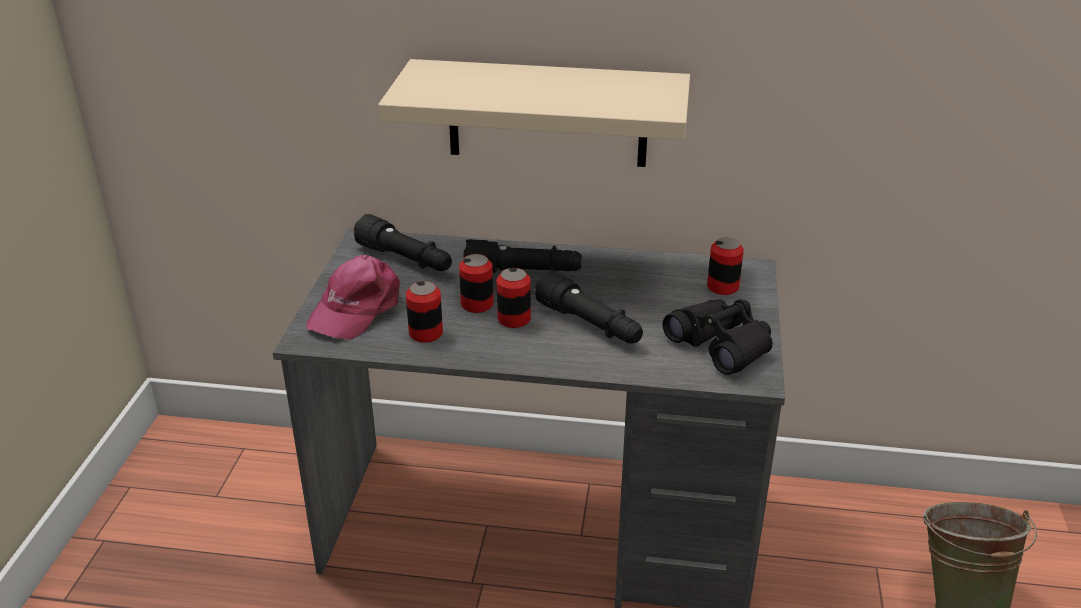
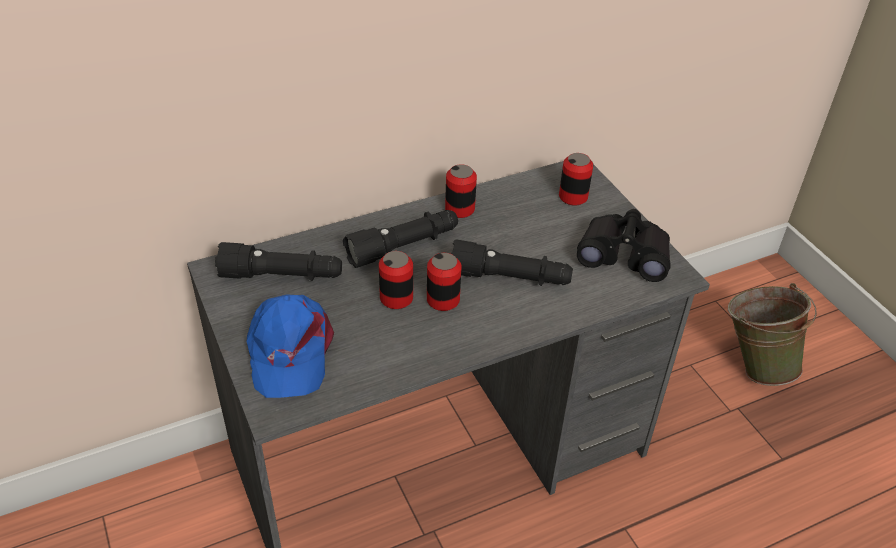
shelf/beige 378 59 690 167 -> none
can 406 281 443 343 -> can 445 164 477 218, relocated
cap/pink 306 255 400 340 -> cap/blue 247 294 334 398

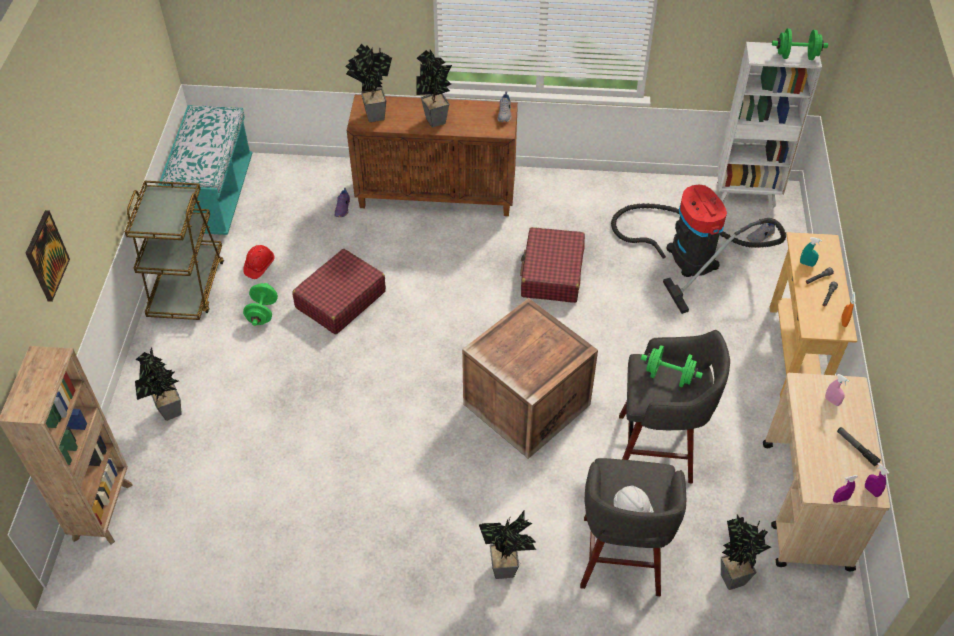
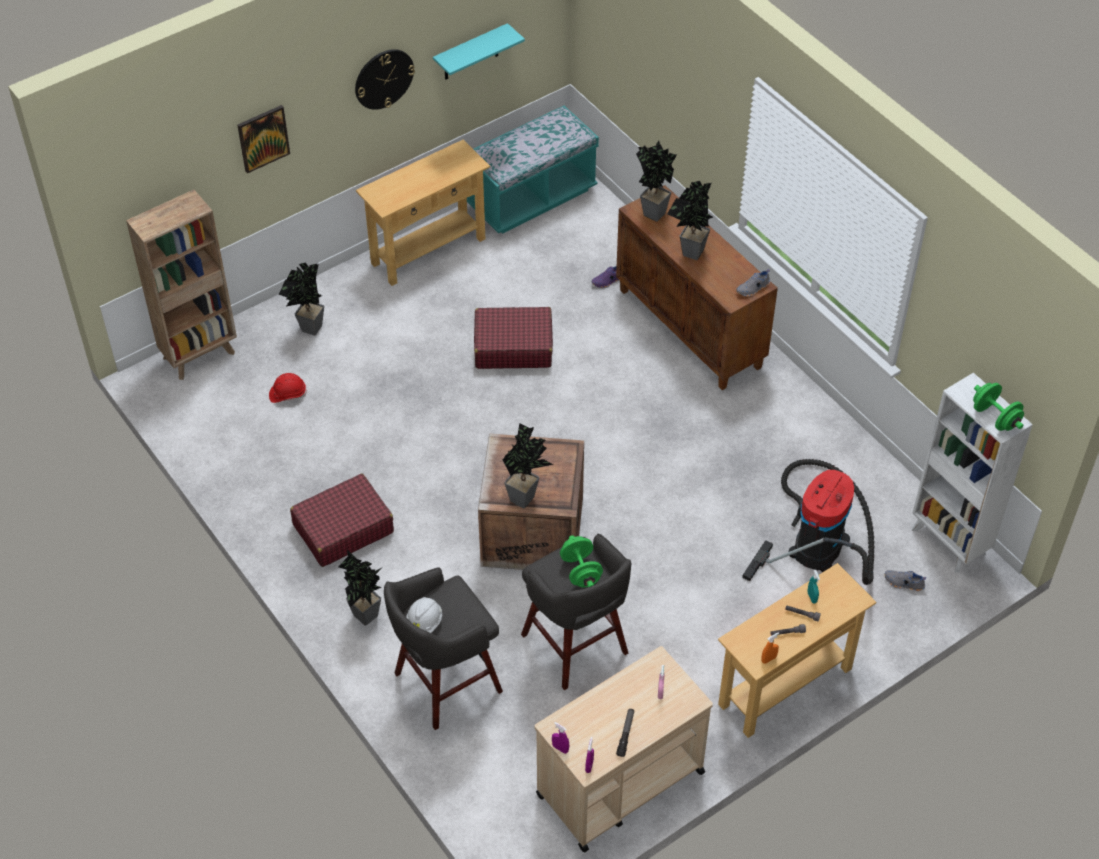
dumbbell/green 243 283 278 326 -> none
none -> wall clock 355 49 415 110
none -> shelf/turquoise 433 23 525 80
hard hat/red 243 245 274 279 -> hard hat/red 269 373 307 403, relocated
suitcase/red 520 227 585 303 -> suitcase/red 290 474 394 567, relocated
potted plant 721 514 771 590 -> potted plant 503 423 554 508, relocated
cart/brown 125 181 224 320 -> console table/beige 356 140 490 286

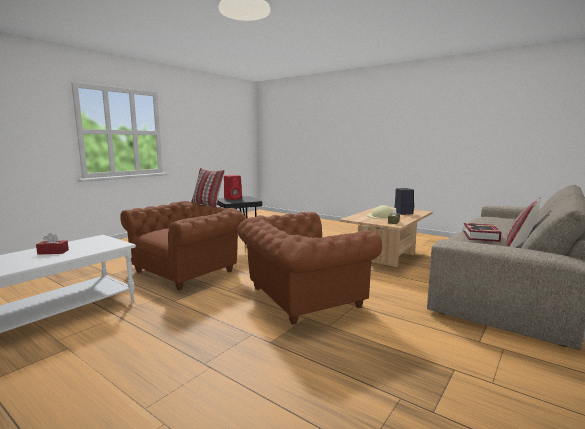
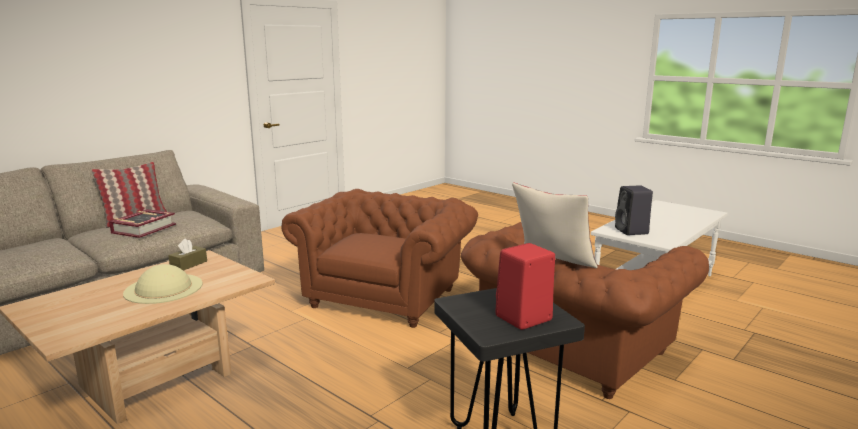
tissue box/red 36 233 69 255 -> none
speaker/black 394 188 414 215 -> speaker/black 615 186 653 235, relocated
armchair/brown 237 212 382 325 -> armchair/brown 282 189 478 328, 45 degrees counterclockwise

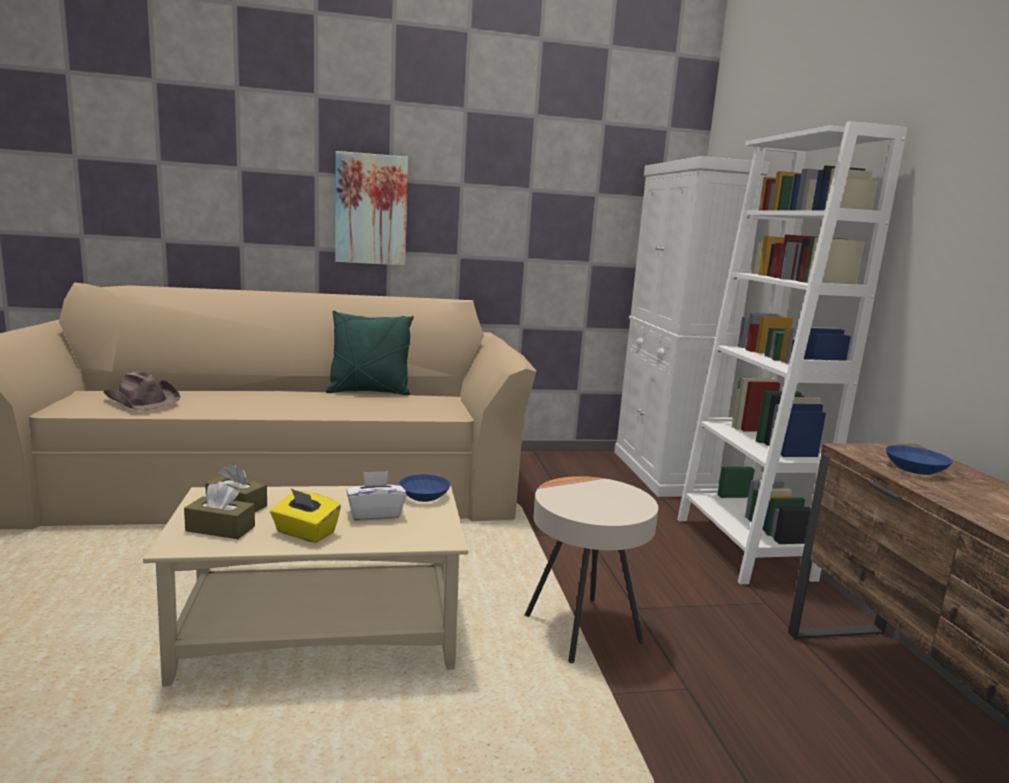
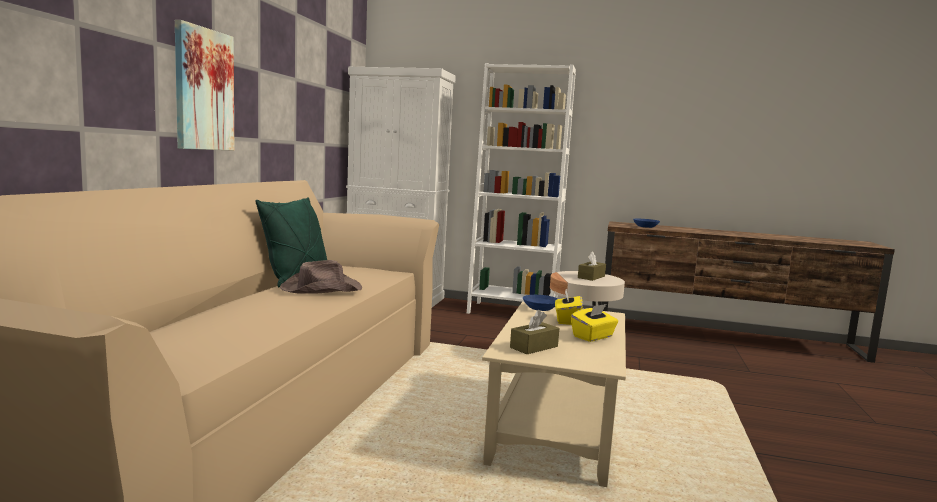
hat/brown 103 371 180 411 -> hat/brown 280 260 362 294, relocated
tissue box/brown 184 482 255 539 -> tissue box/brown 578 251 606 281, relocated
tissue box/white 346 471 406 521 -> tissue box/yellow 555 289 583 325

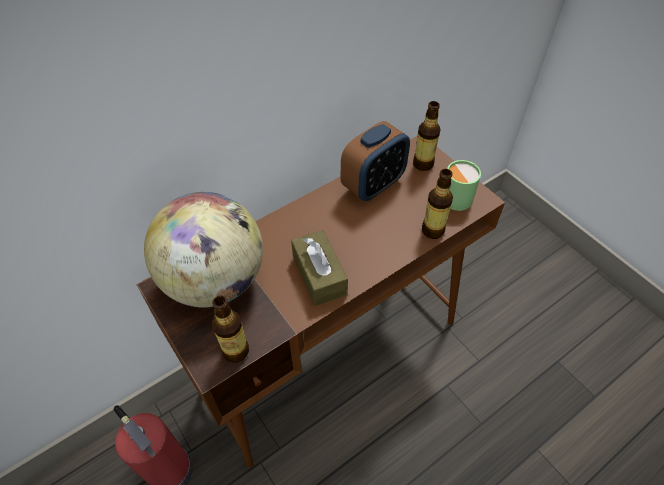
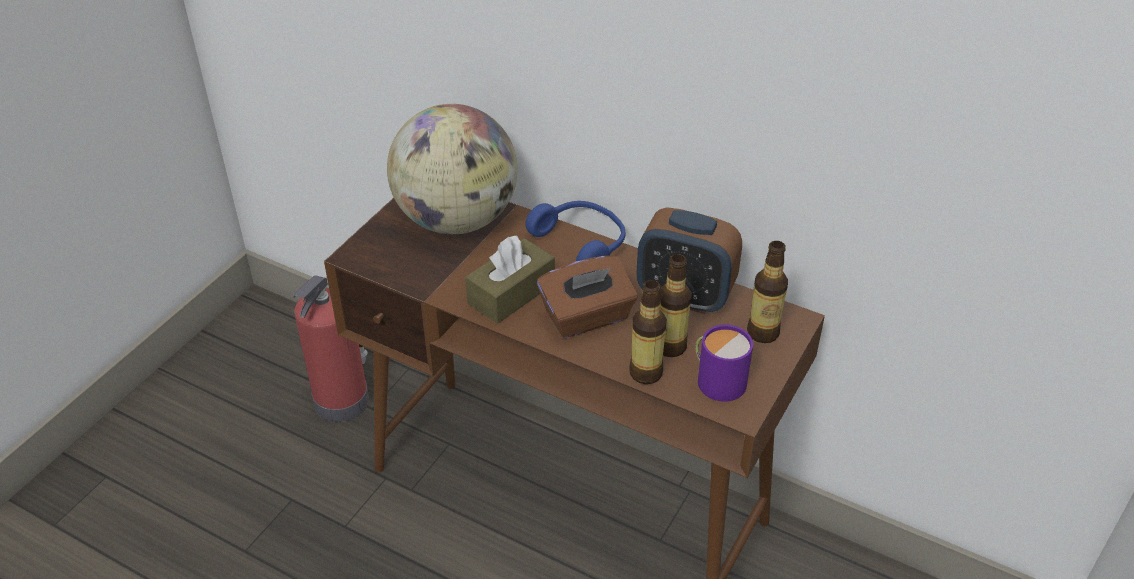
none -> headphones/blue 525 201 625 261
none -> tissue box/brown 537 256 638 338
bottle 212 295 249 363 -> bottle 660 254 692 357, relocated
mug/green 447 160 481 211 -> mug/purple 695 325 753 402

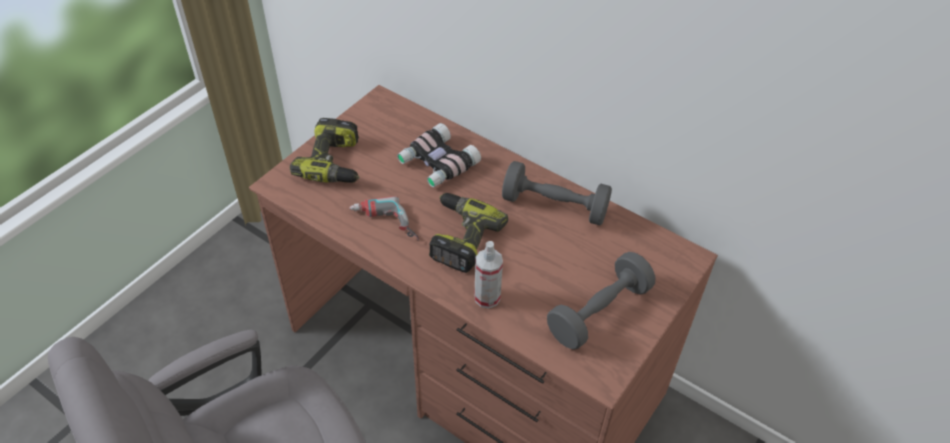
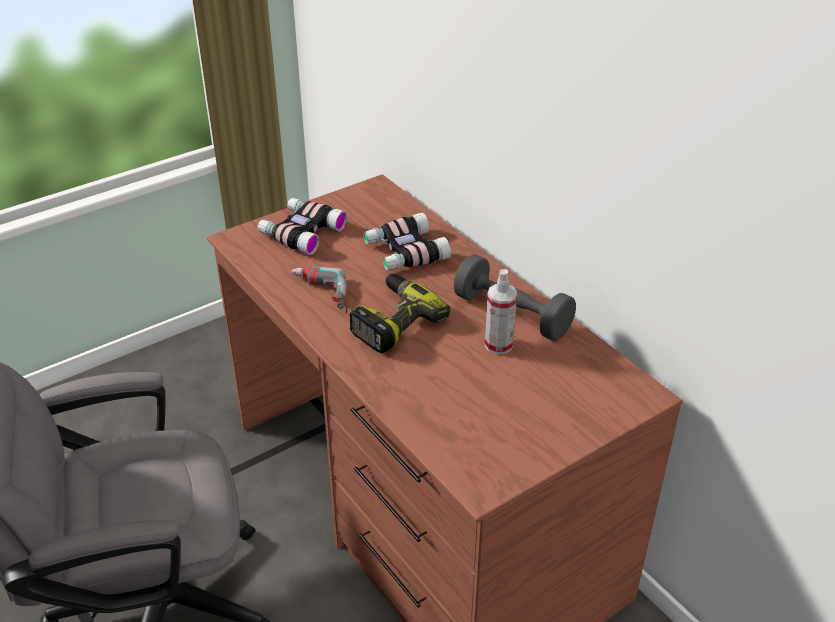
dumbbell/grey 547 252 655 350 -> none
spray bottle 474 241 503 308 -> spray bottle 485 269 517 355, relocated
power drill 290 118 360 183 -> binoculars 257 198 348 255

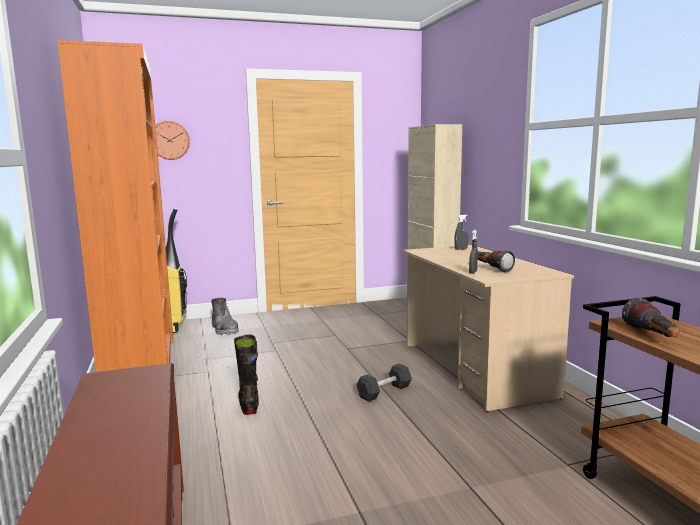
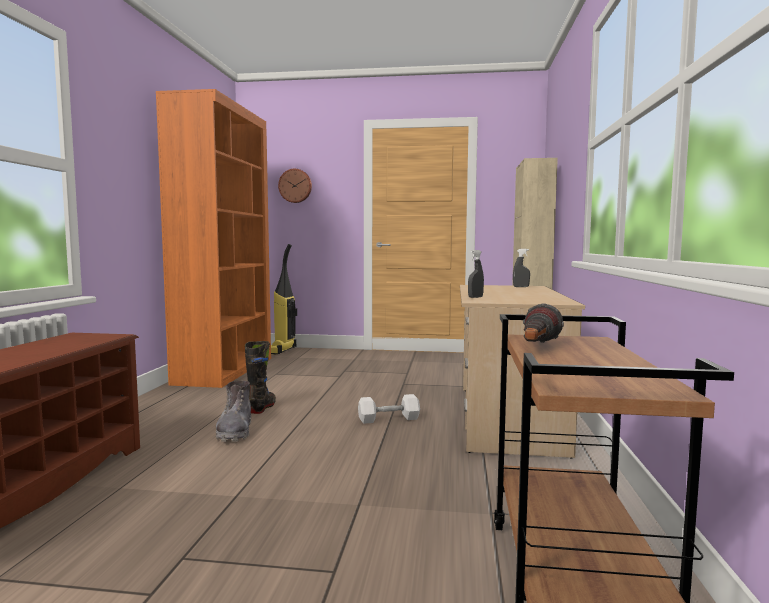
flashlight 478 250 515 273 -> none
boot/grey 211 298 239 335 -> boot/grey 215 381 251 442, relocated
dumbbell/black 357 363 412 402 -> dumbbell/white 358 394 420 424

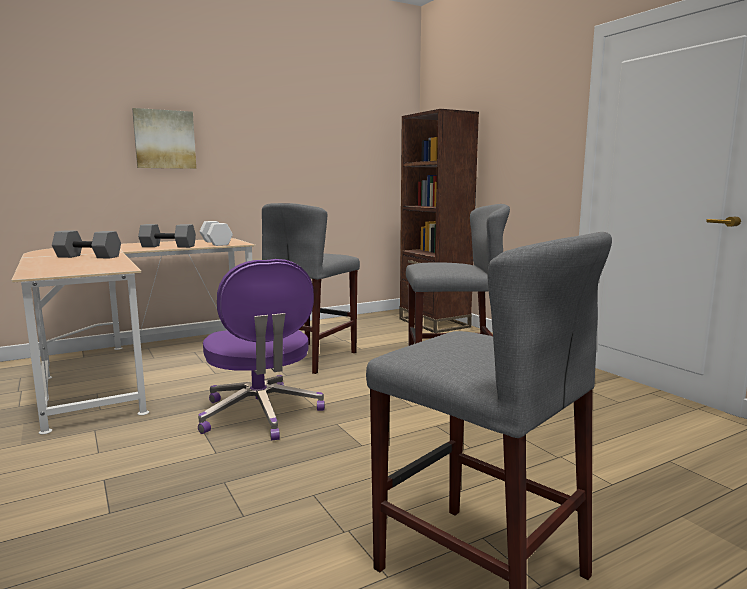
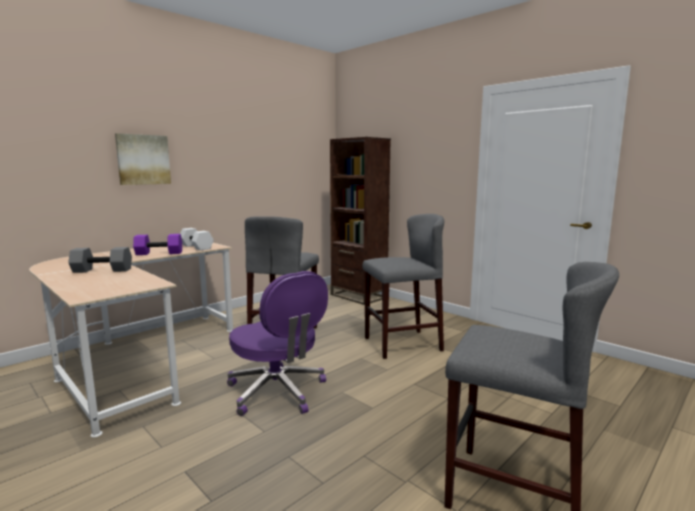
dumbbell/grey 138 224 196 248 -> dumbbell/purple 133 234 182 255

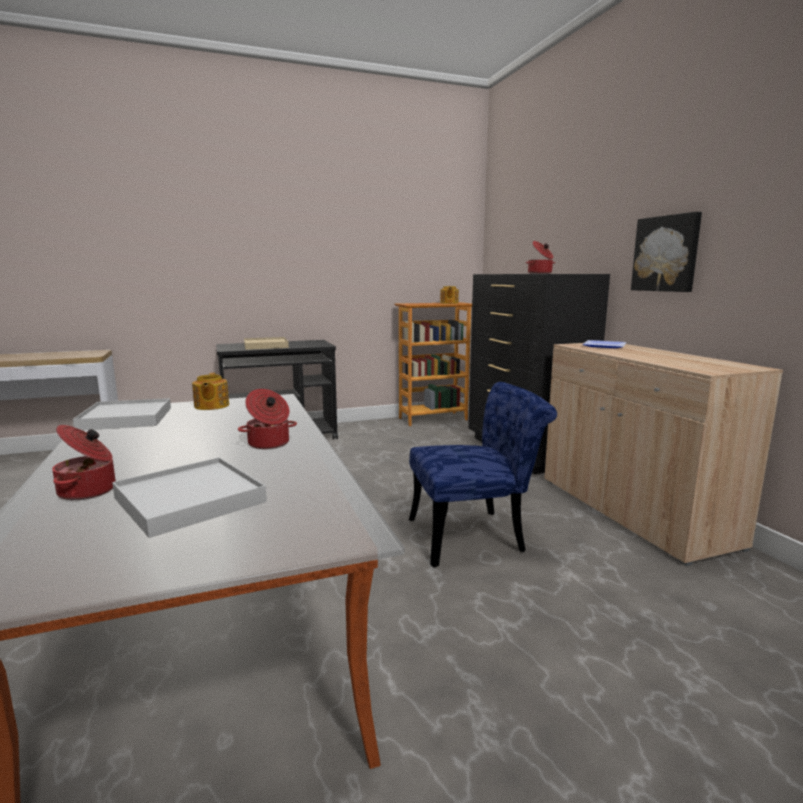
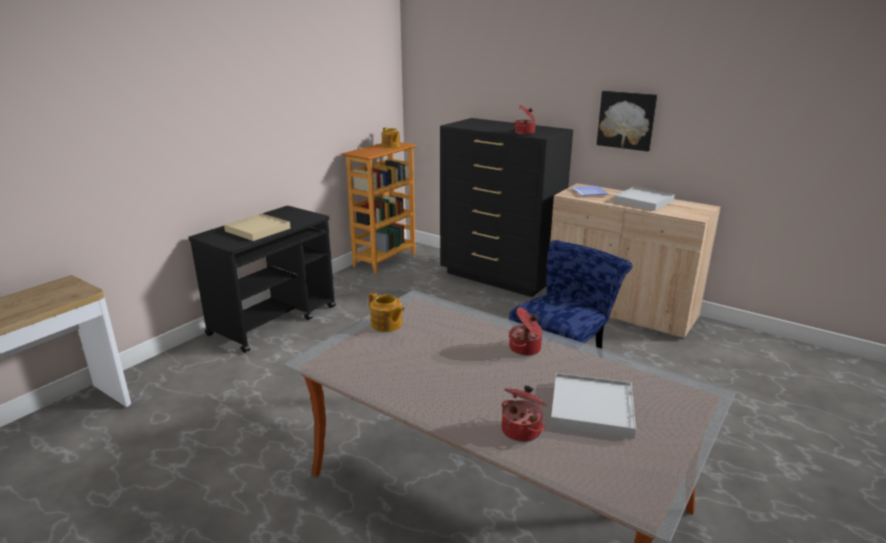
tray/white 73 398 171 430 -> tray/white 614 187 675 211, relocated

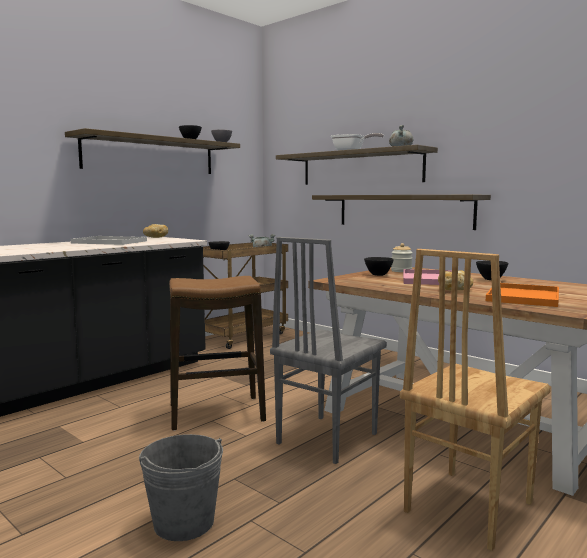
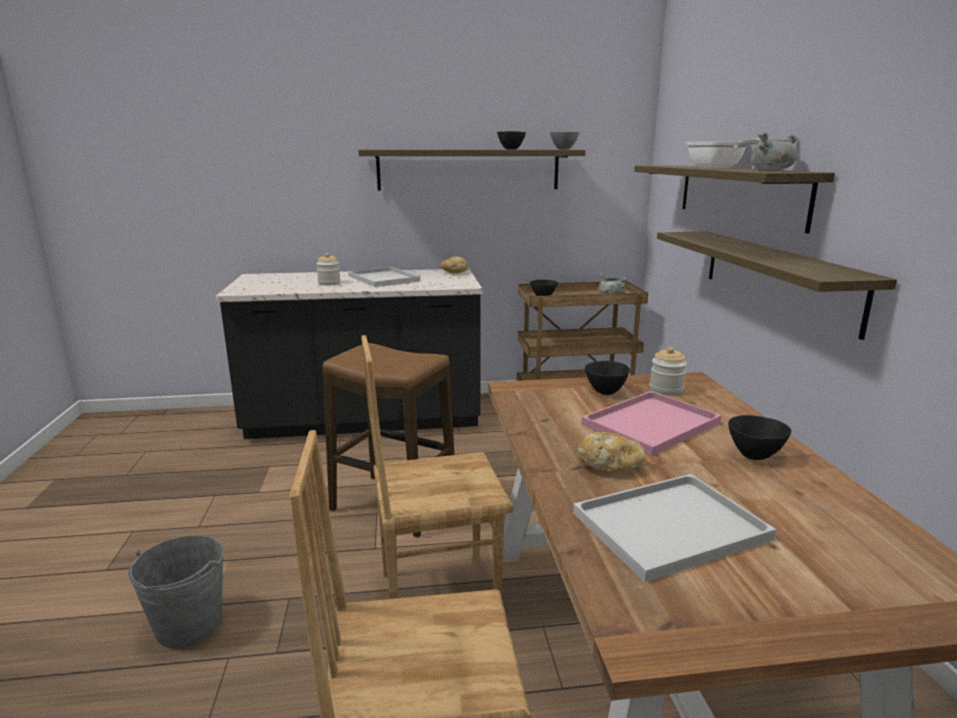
none -> jar 316 253 341 285
chair/grey 270 237 387 464 -> chair/brown 361 335 513 599
tray/orange 486 283 559 307 -> tray/white 573 474 776 582

